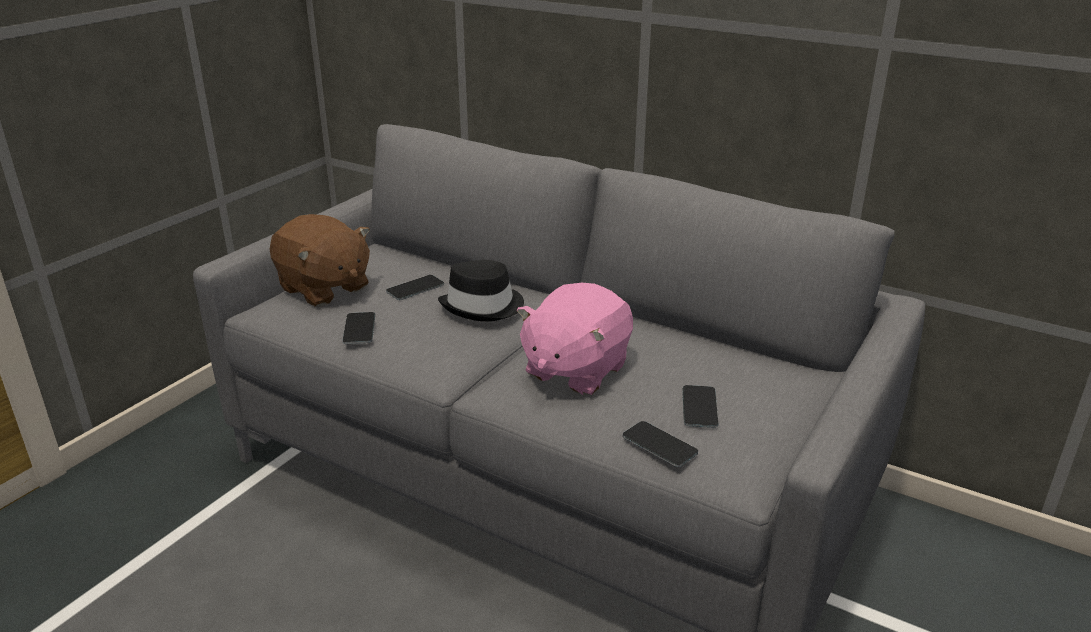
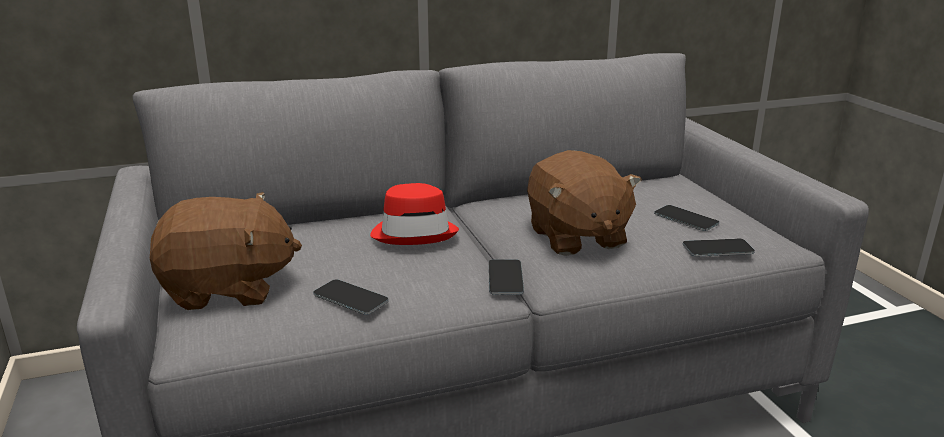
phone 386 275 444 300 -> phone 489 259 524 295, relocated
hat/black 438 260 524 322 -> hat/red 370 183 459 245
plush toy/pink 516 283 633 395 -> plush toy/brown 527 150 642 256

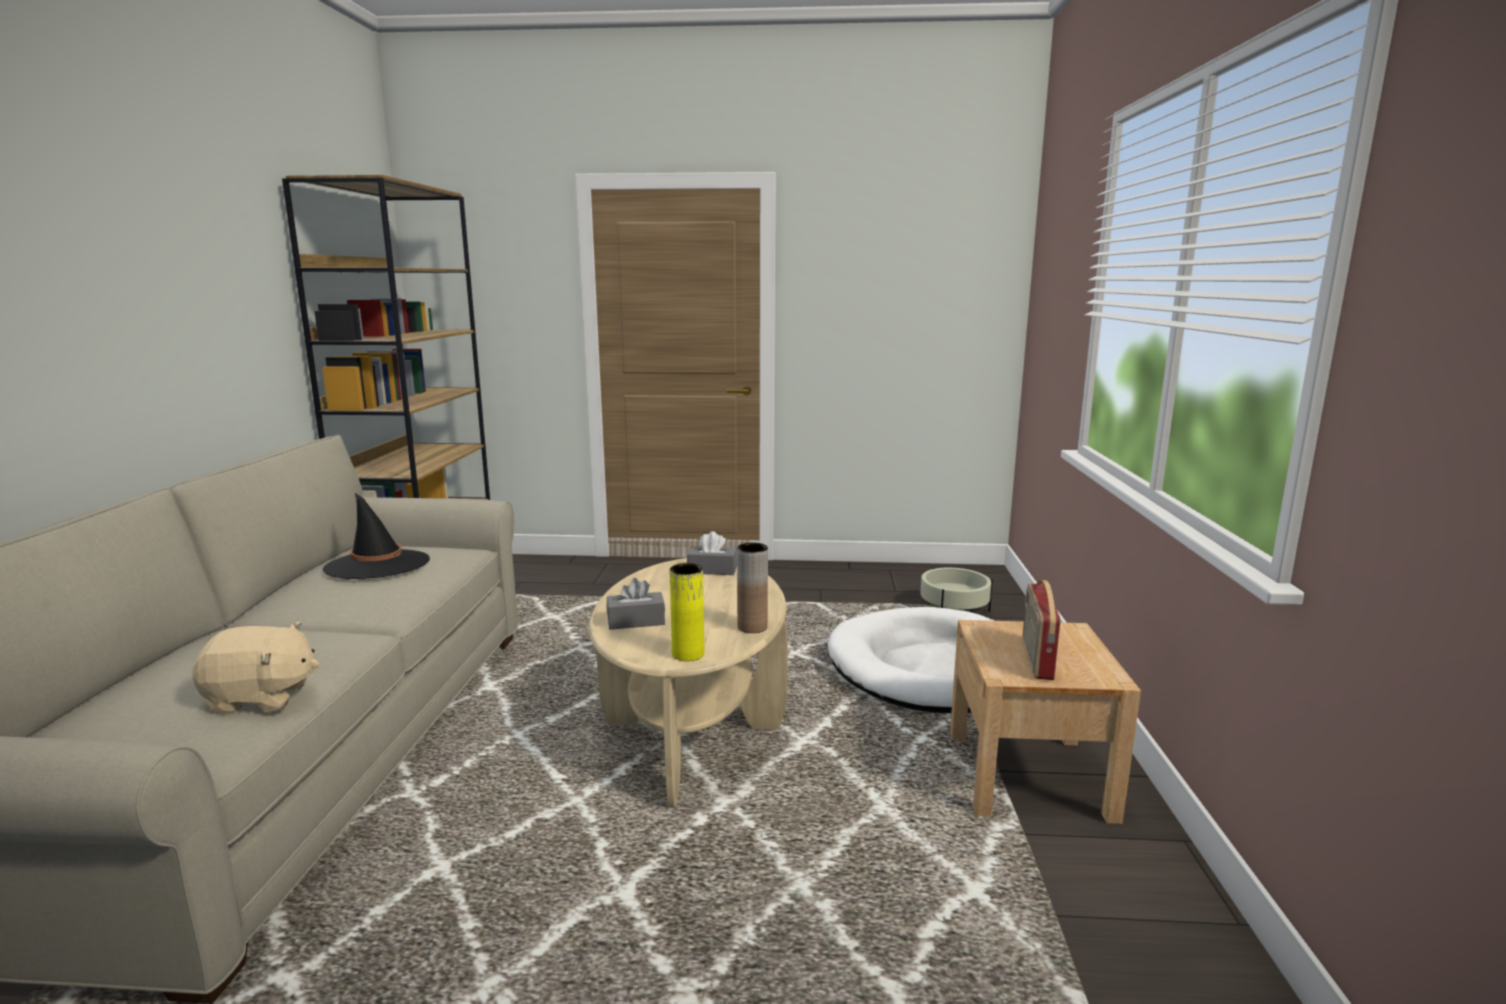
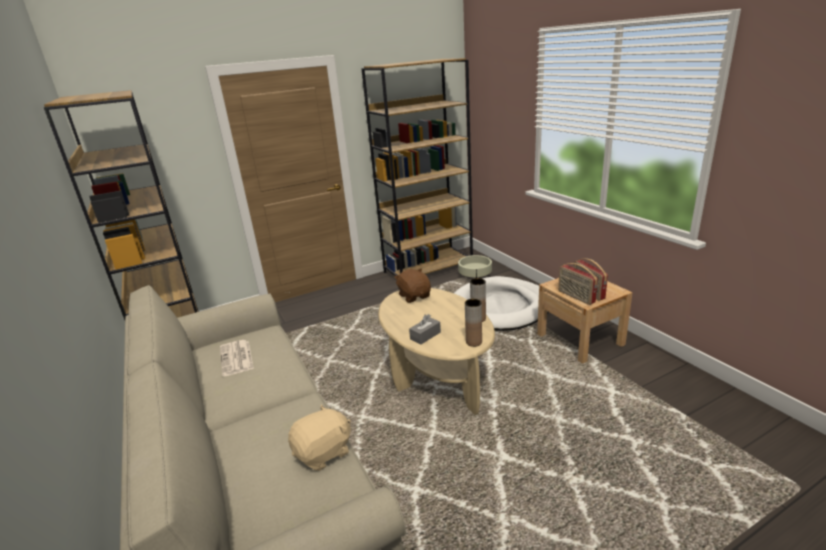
none -> bookcase/brown 361 58 473 276
none -> radio 558 263 598 305
hat/black 322 493 430 579 -> newspaper 220 340 254 376
tissue box/grey 687 531 737 575 -> plush toy/brown 394 269 431 303
vase/yellow 670 563 704 661 -> vase/brown 465 299 482 347

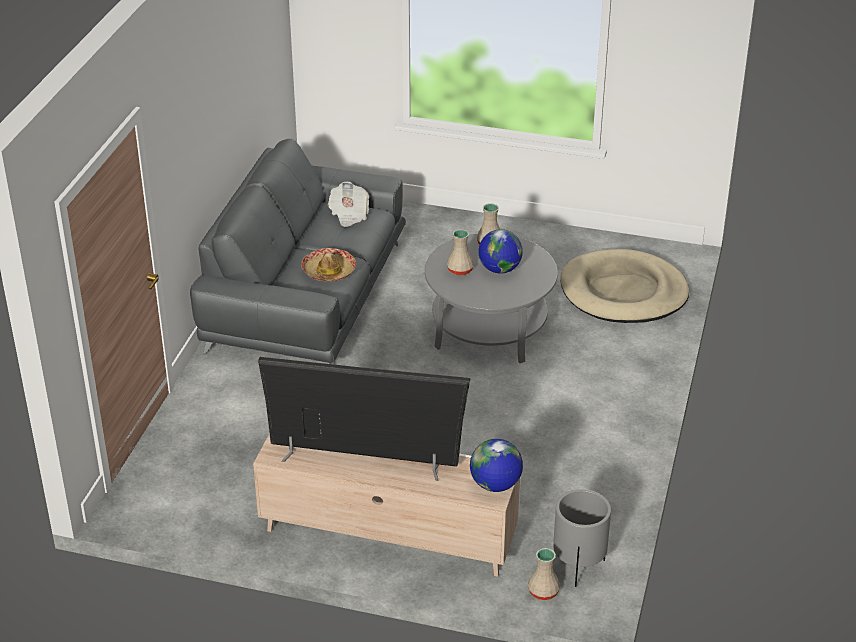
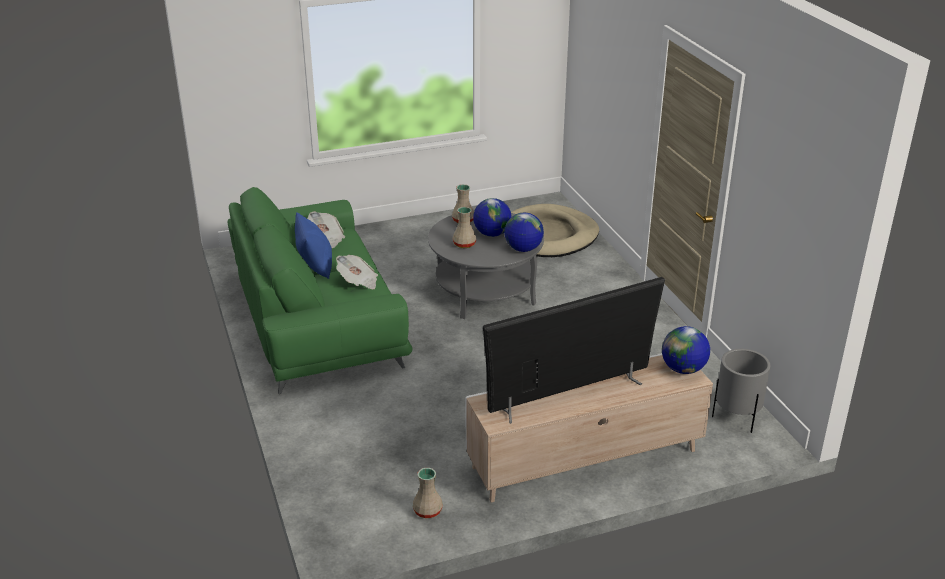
none -> pillow/blue 295 212 332 279
none -> globe 504 213 544 252
vase/beige 528 548 560 600 -> vase/beige 413 468 443 518, relocated
hat 301 248 356 282 -> newspaper 336 255 378 289
sofa/grey 190 139 406 364 -> sofa/green 228 187 413 394

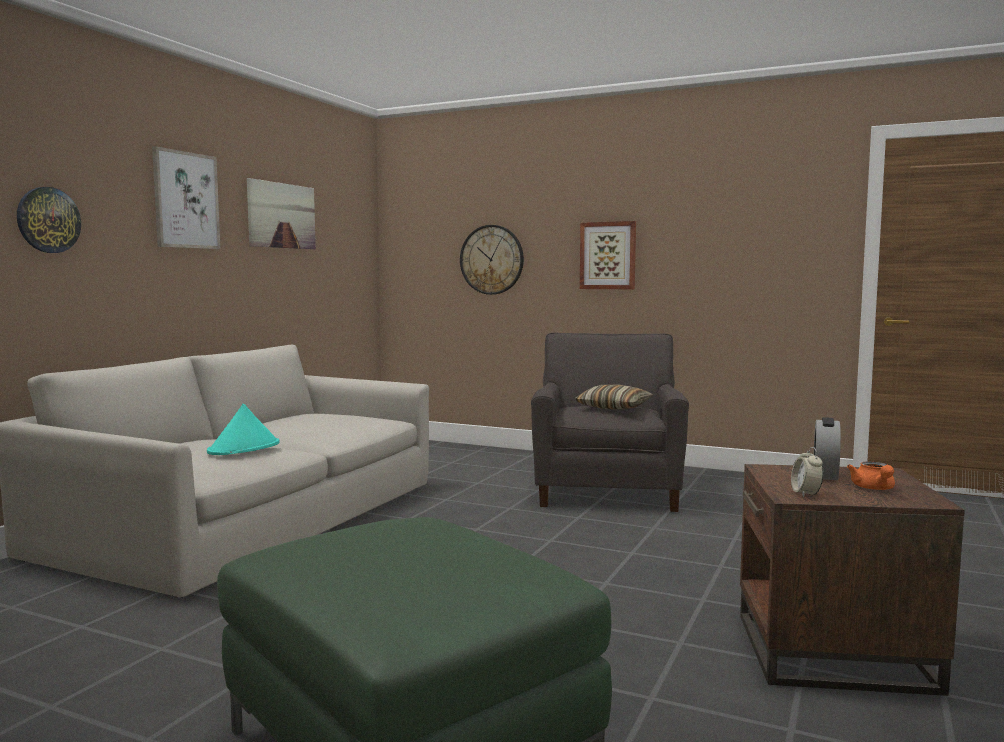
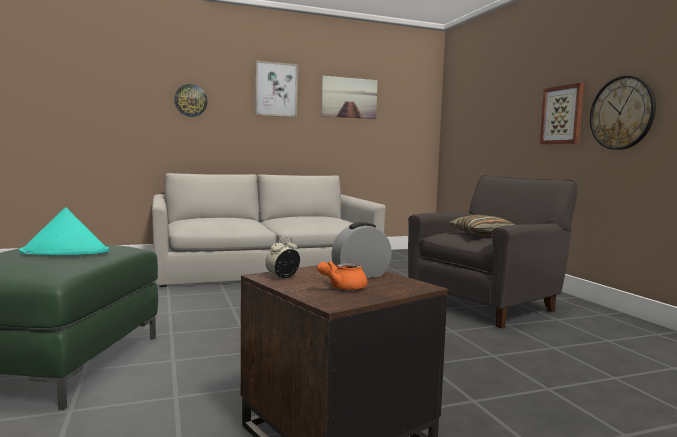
hat/turquoise 207 404 280 455 -> hat/turquoise 19 207 109 255, relocated
wall clock 460 225 524 295 -> wall clock 590 76 656 150, relocated

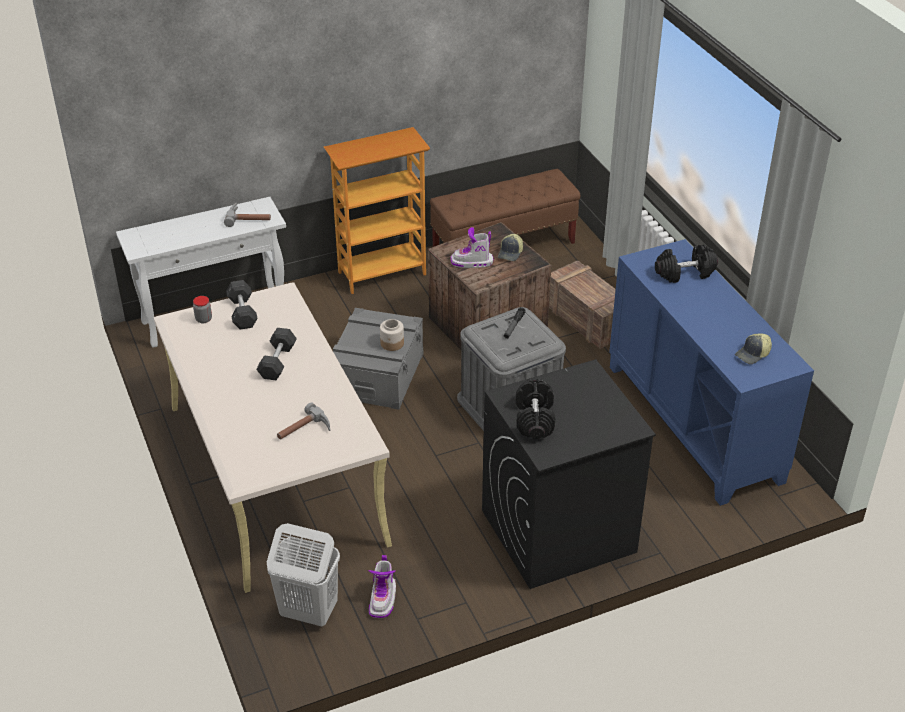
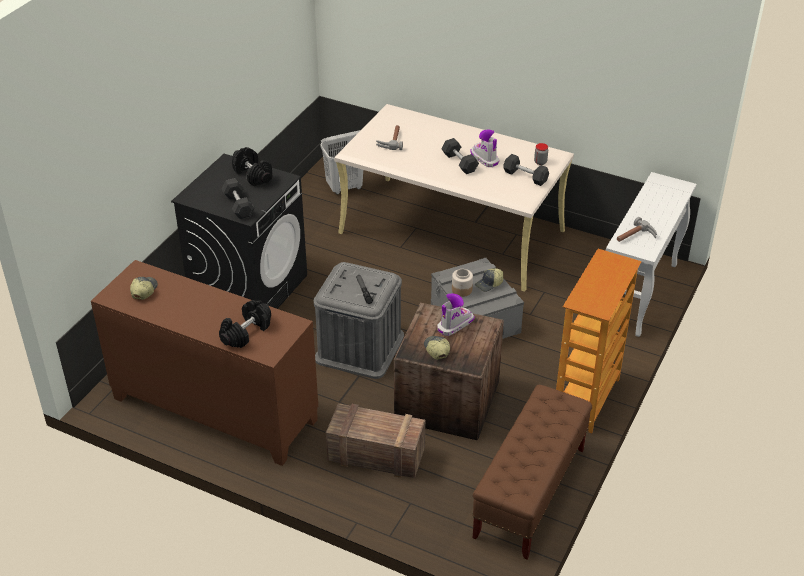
none -> dumbbell/grey 222 178 254 219
none -> cap 475 268 503 292
boot 368 555 396 618 -> boot 470 130 499 167, relocated
cabinet/blue 609 239 814 506 -> cabinet/brown 91 260 318 466

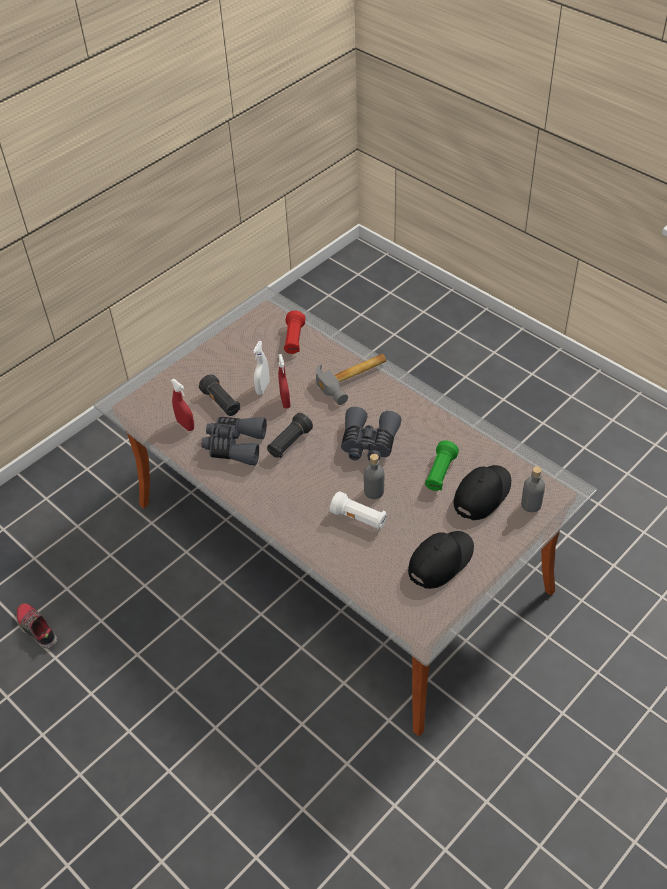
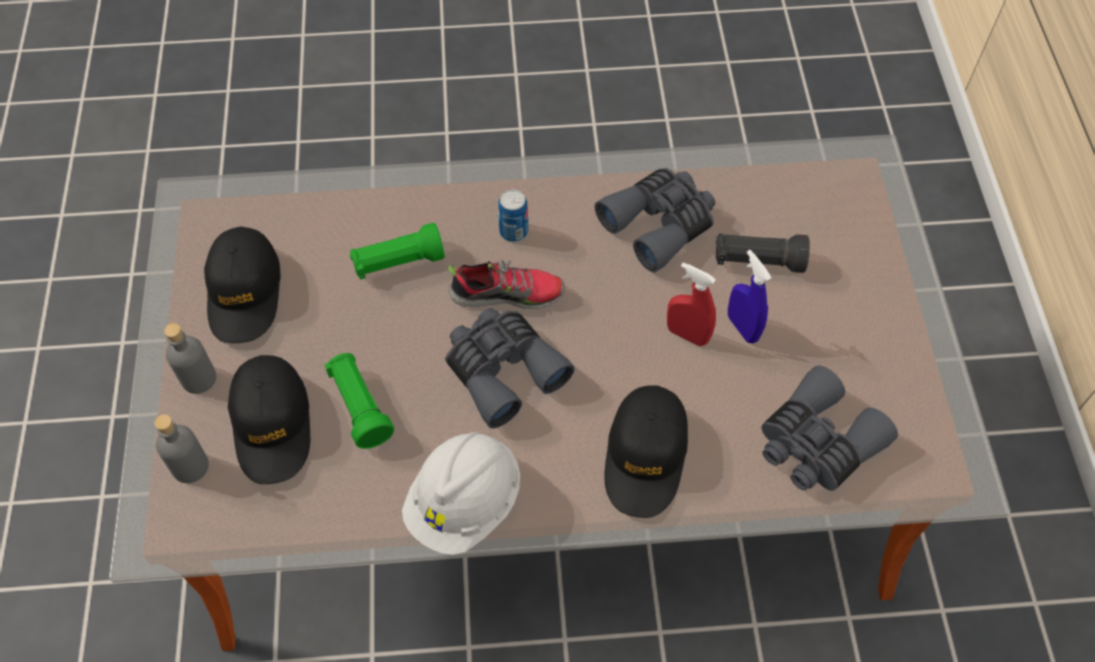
spray bottle/red 171 379 194 431 -> none
flashlight/black 267 413 313 458 -> none
none -> hard hat/white 402 432 520 555
none -> can 498 190 528 242
shoe 16 603 58 649 -> shoe 447 260 565 309, relocated
bottle/grey 364 454 384 499 -> bottle/grey 164 323 216 394, relocated
flashlight/red 284 310 306 354 -> binoculars/grey 761 365 898 491
hammer 316 354 386 405 -> cap/black 604 386 688 518
spray bottle/white 253 341 270 395 -> spray bottle/blue 728 250 771 343
flashlight/white 330 491 386 530 -> flashlight/green 350 223 445 279

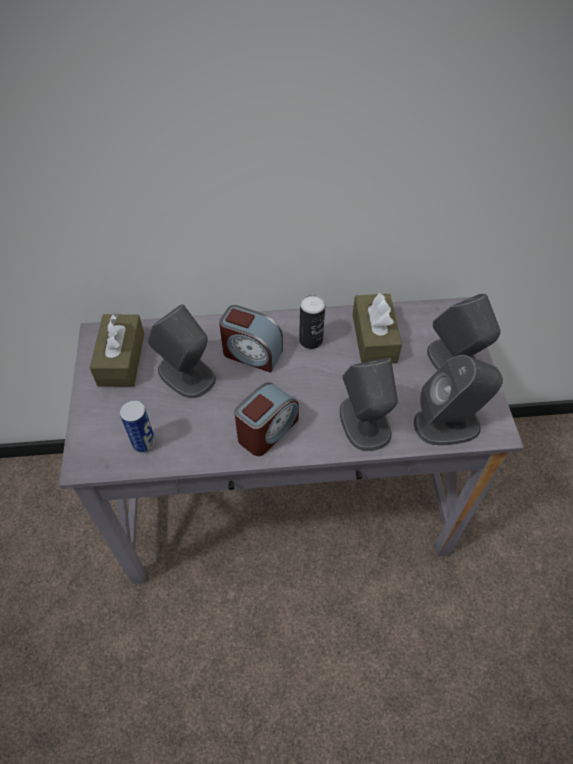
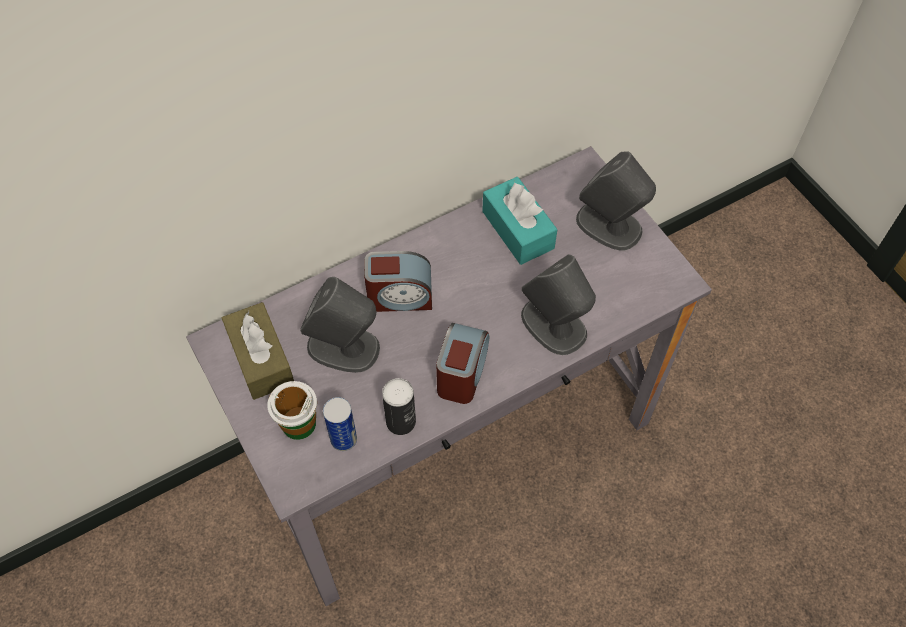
speaker/grey 414 355 503 445 -> none
none -> cup 267 381 317 440
can 299 295 325 349 -> can 382 378 416 435, relocated
tissue box/brown 353 293 402 364 -> tissue box/turquoise 482 177 558 265

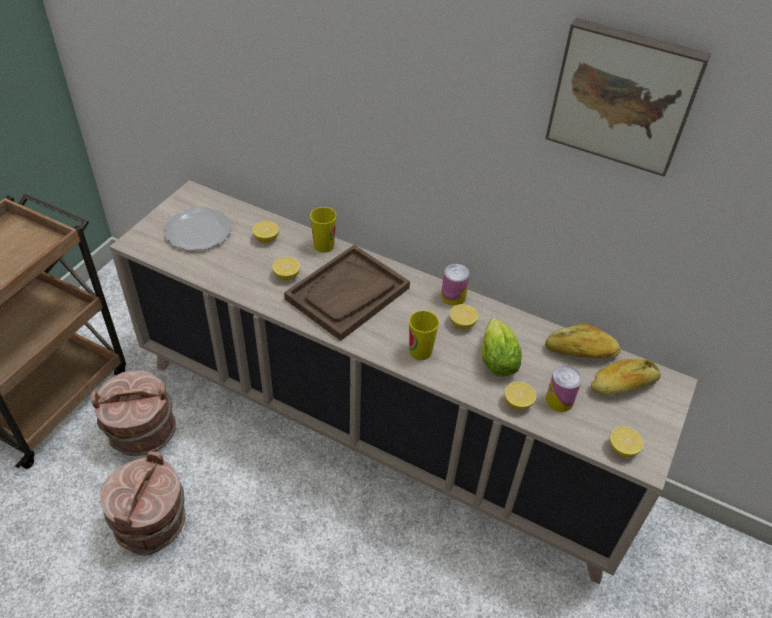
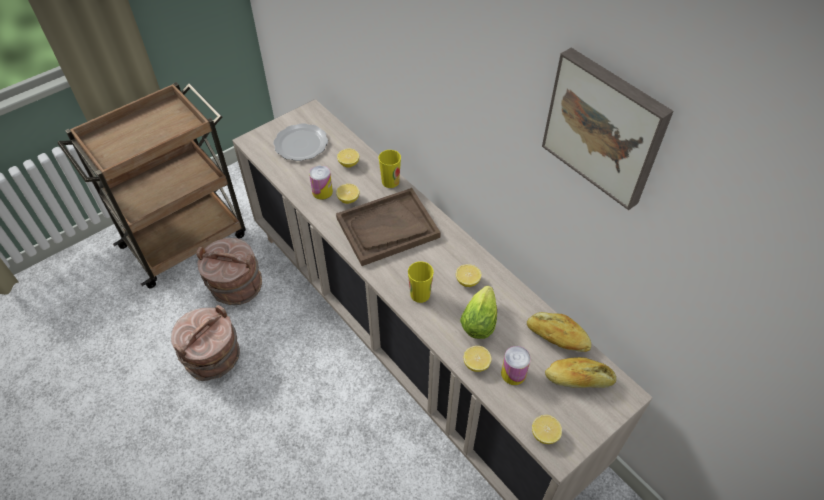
can 441 264 470 306 -> can 309 165 333 200, relocated

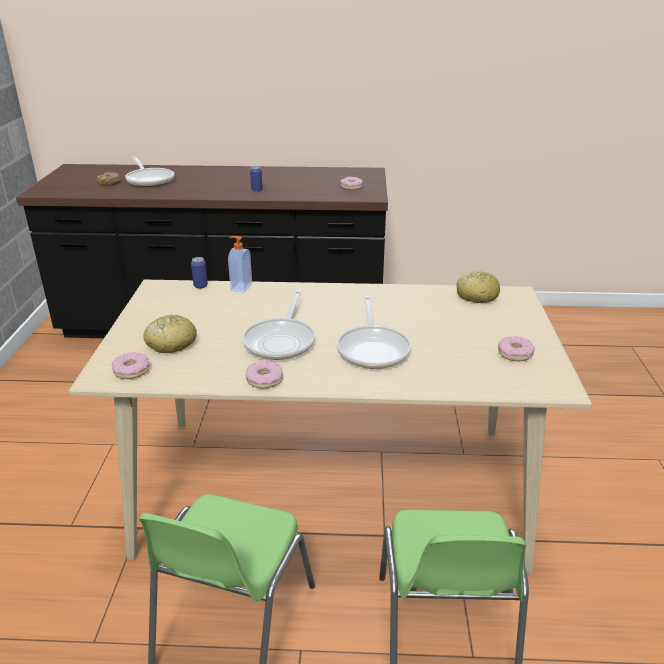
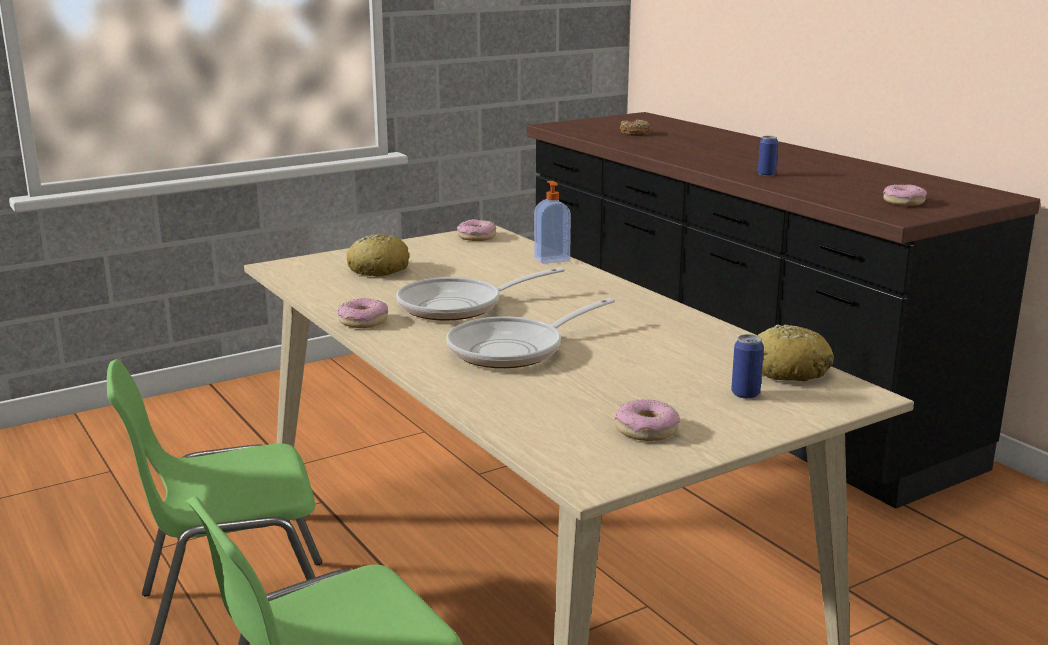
frying pan 125 156 174 187 -> none
donut 112 352 150 379 -> donut 457 219 496 241, relocated
can 191 257 208 289 -> can 731 334 764 399, relocated

